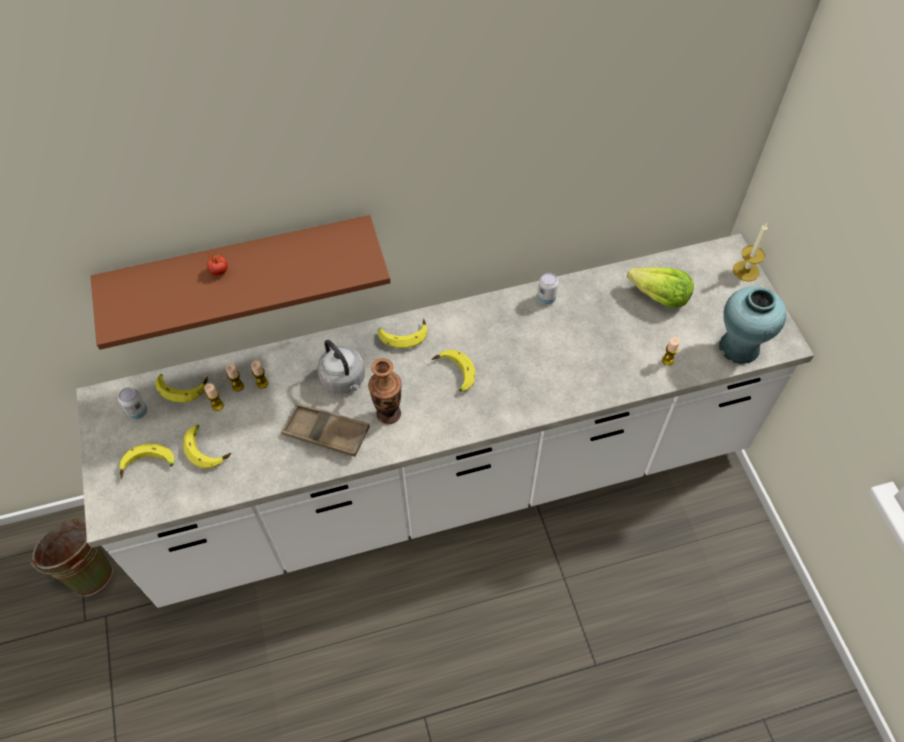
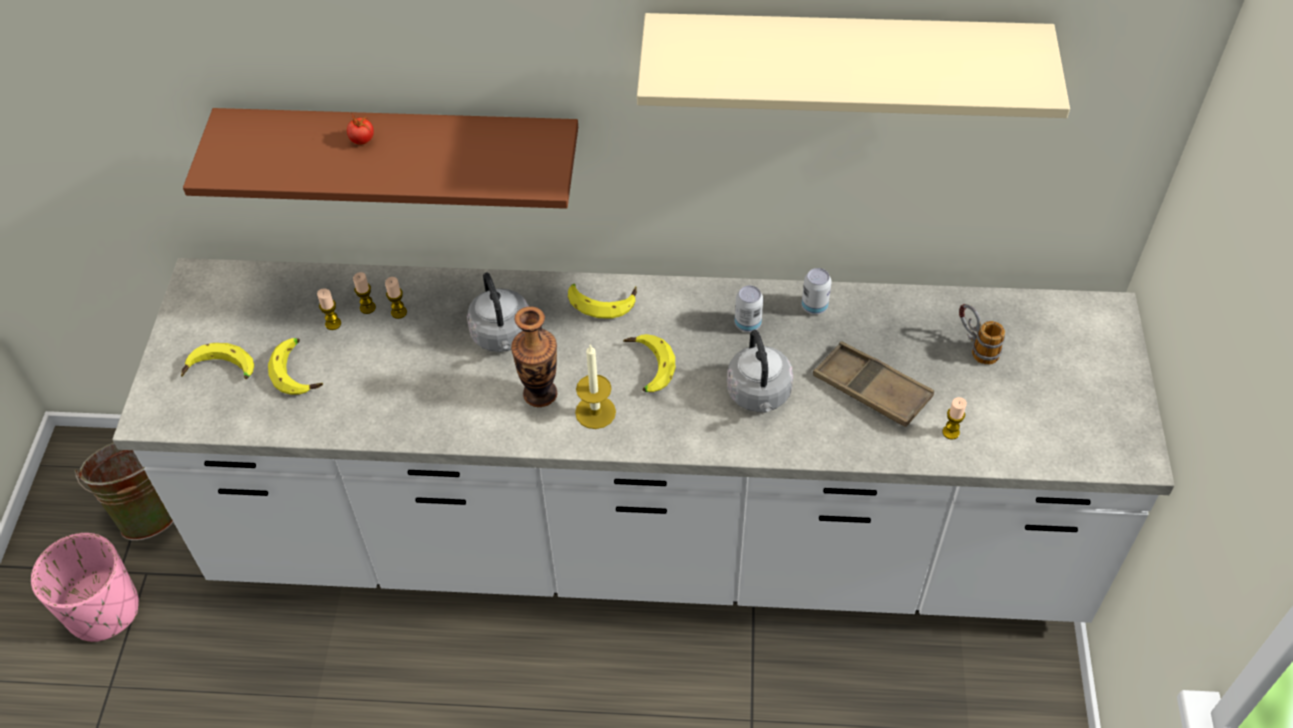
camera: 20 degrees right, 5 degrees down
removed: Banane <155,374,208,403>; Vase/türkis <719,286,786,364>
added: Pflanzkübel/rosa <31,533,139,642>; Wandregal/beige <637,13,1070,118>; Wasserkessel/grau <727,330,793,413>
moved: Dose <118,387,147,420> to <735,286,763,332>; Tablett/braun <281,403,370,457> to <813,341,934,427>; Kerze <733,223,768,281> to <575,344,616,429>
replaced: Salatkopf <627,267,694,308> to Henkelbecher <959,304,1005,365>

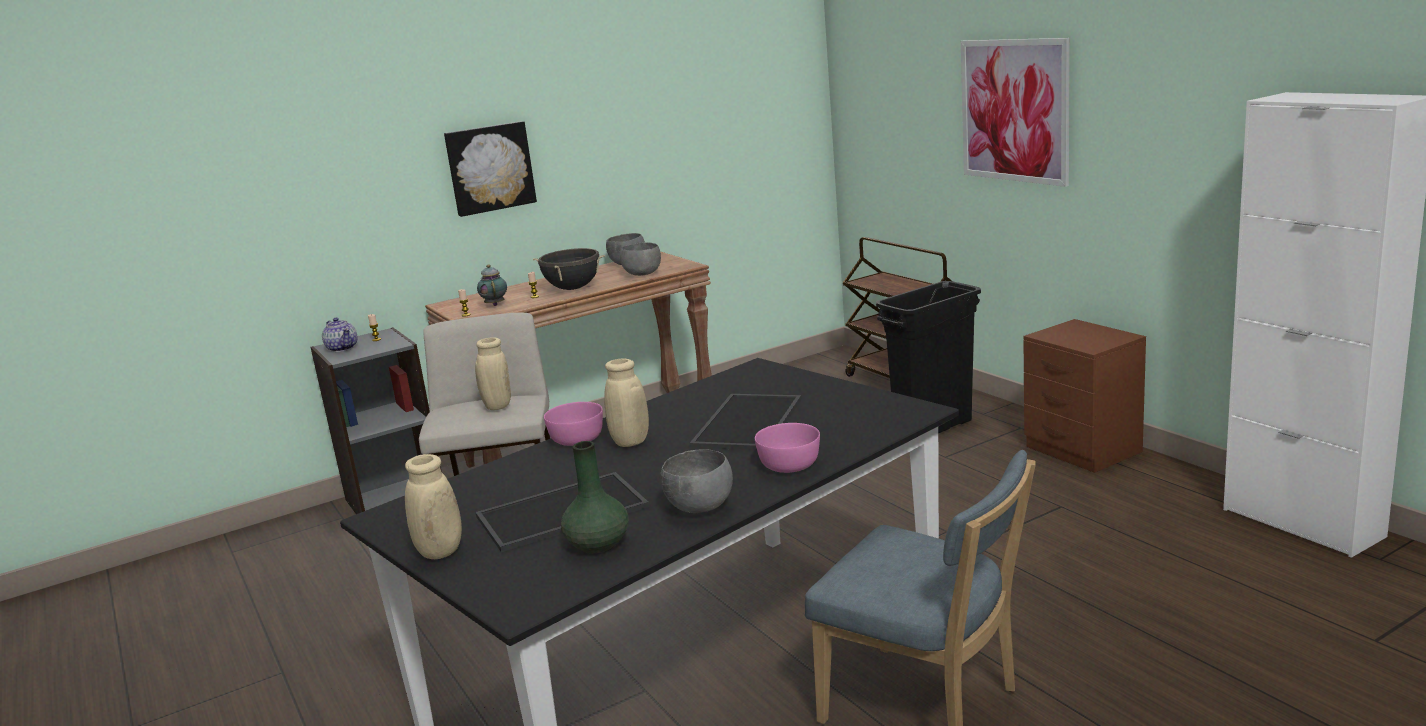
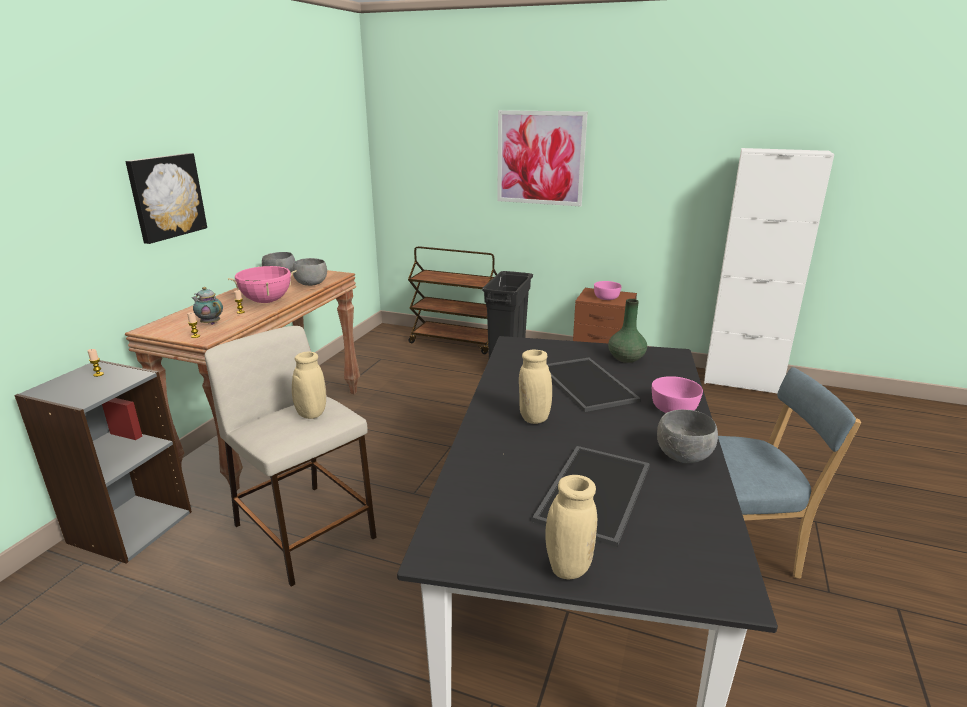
camera: 40 degrees left, 5 degrees up
removed: Teekanne <322,318,358,352>
moved: Schüssel/rosa <544,402,603,446> to <594,281,622,300>; Vase/grün <561,441,629,553> to <608,299,647,363>
recoloured: Kochtopf/schwarz <533,248,605,290> to Kochtopf/rosa <228,266,297,303>

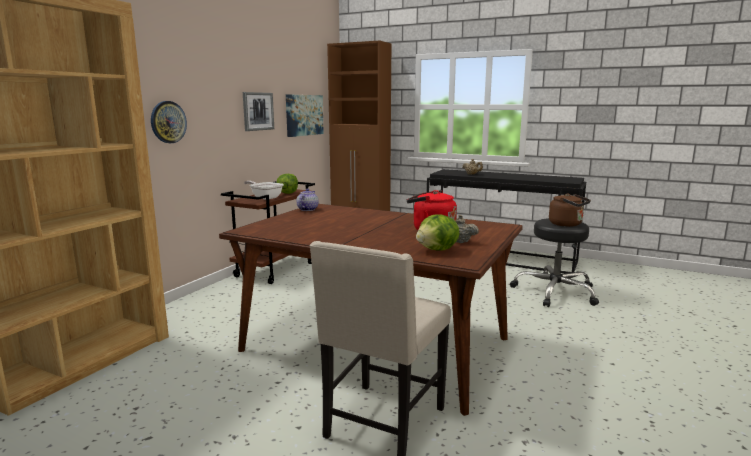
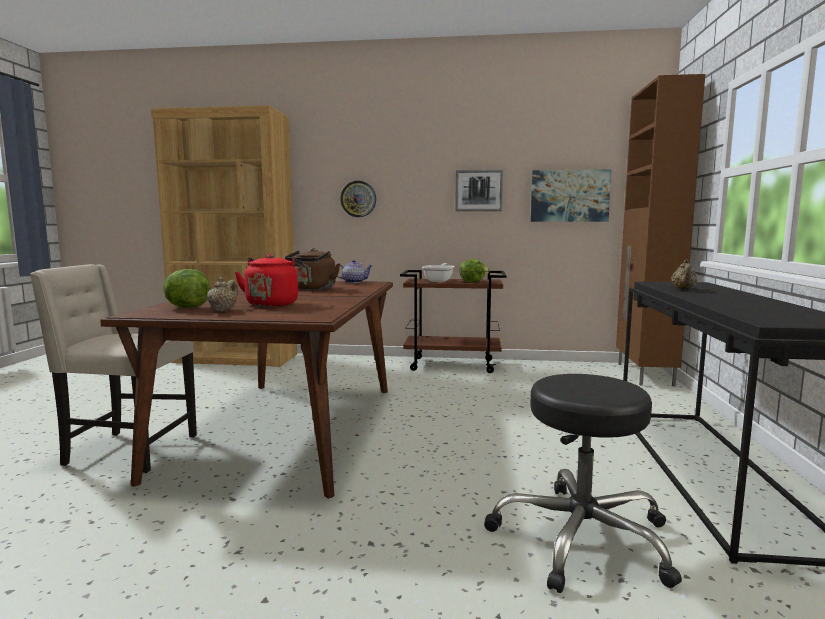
camera: 70 degrees right, 5 degrees down
moved: Wasserkessel/braun <549,194,591,227> to <285,248,340,290>

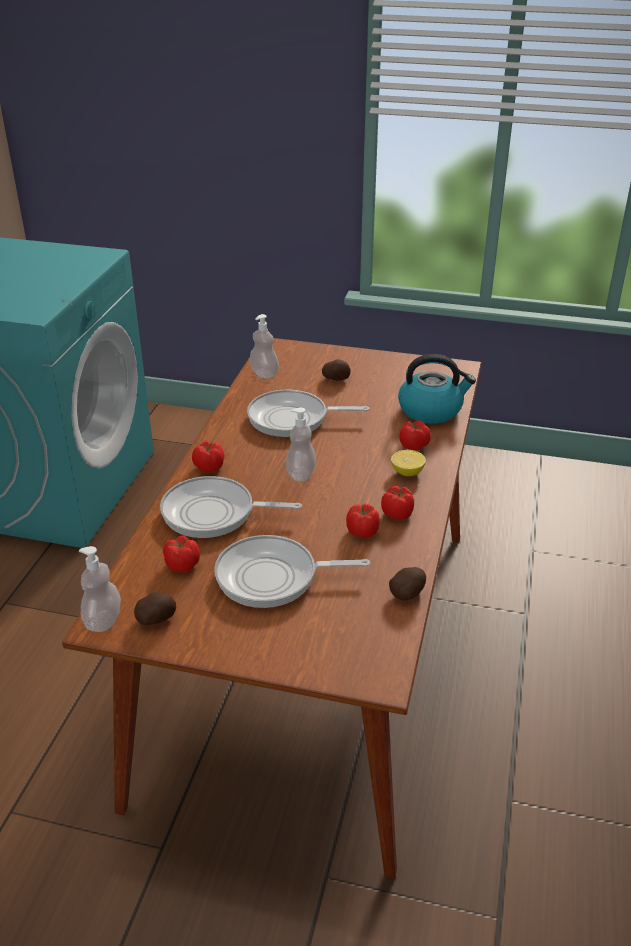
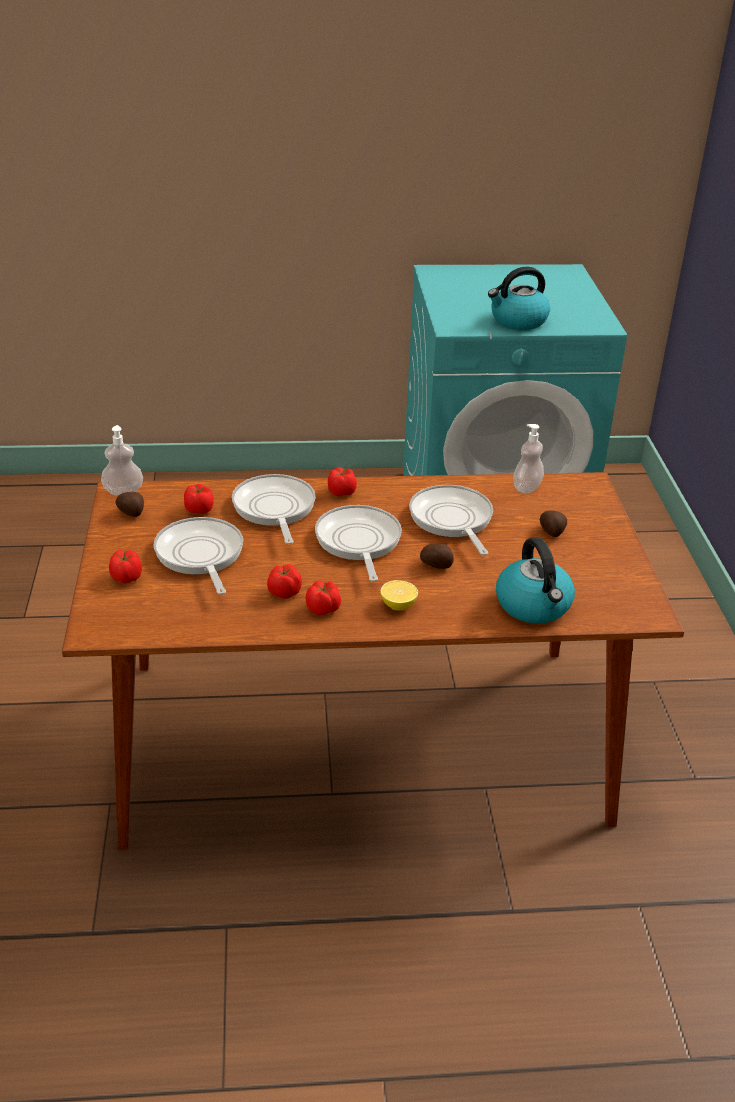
camera: 70 degrees right, 0 degrees up
added: Wasserkessel <488,267,550,330>
moved: Kartoffel <389,567,426,601> to <420,543,454,569>; Tomate <399,421,431,450> to <109,550,142,583>
replaced: Seifenspender <286,408,316,481> to Pfanne <315,505,402,582>

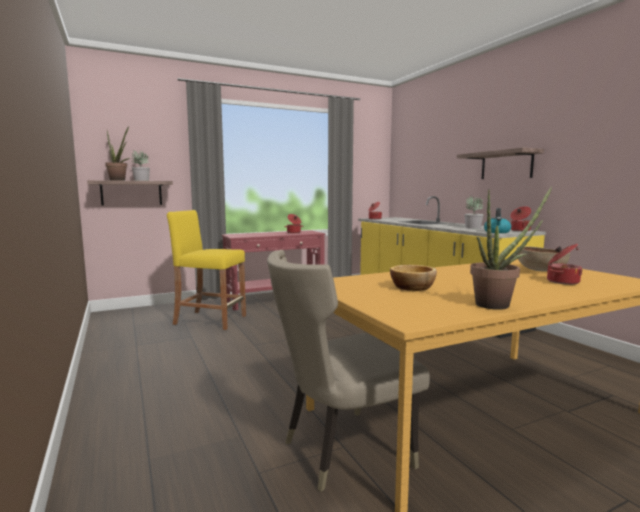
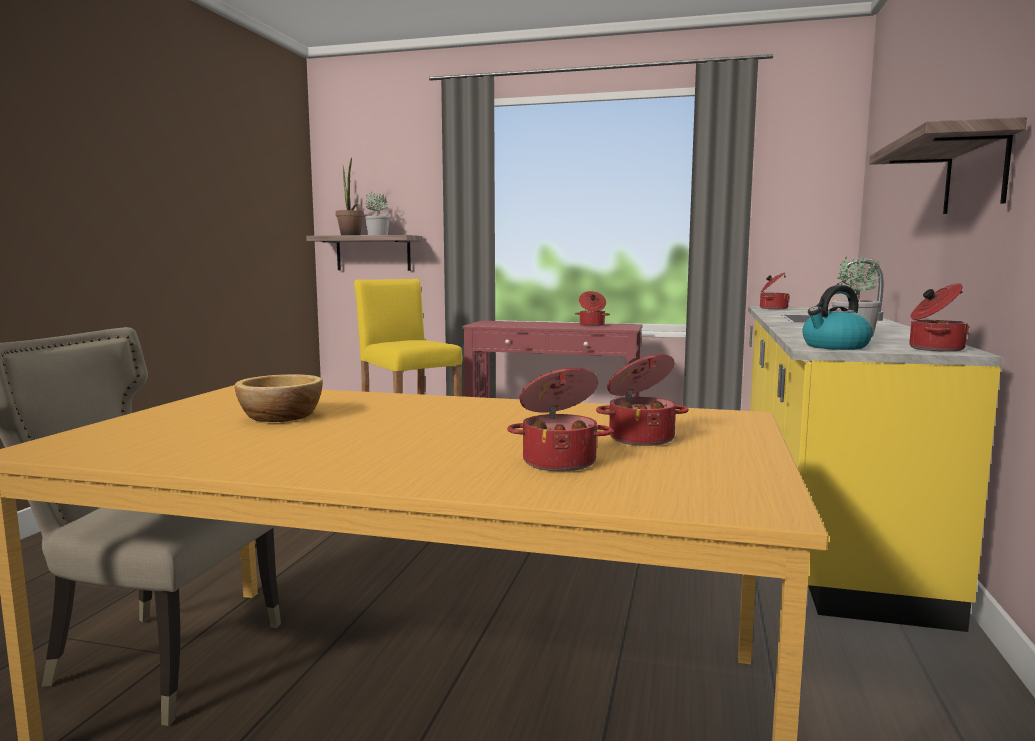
camera: 40 degrees right, 0 degrees up
removed: Topfpflanze <470,186,552,310>
replaced: Schüssel/braun <517,246,570,272> to Kochtopf <596,354,689,446>

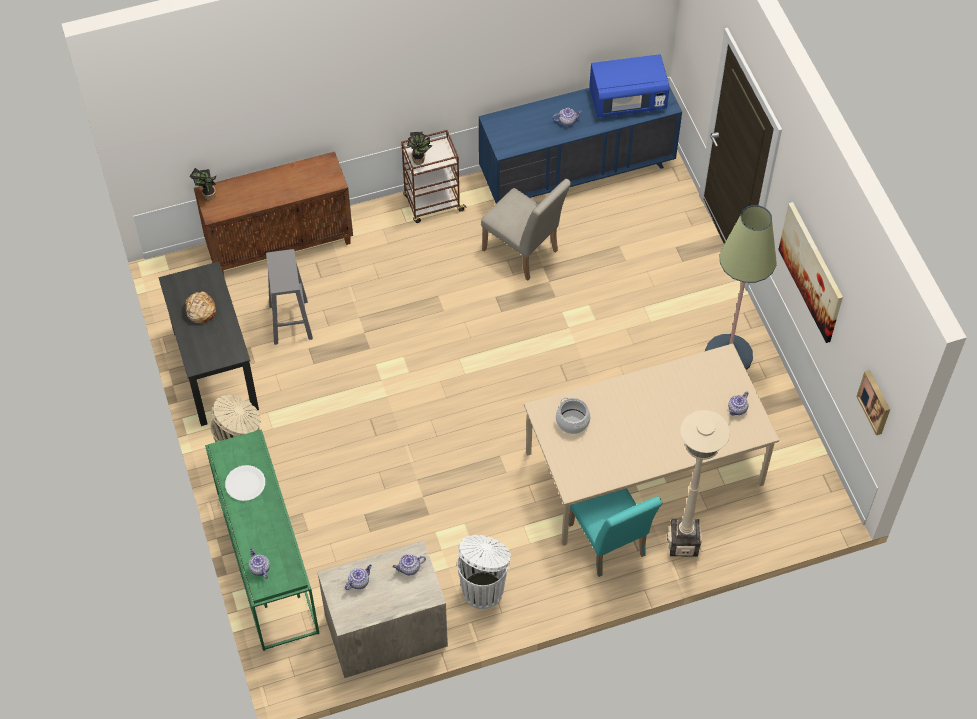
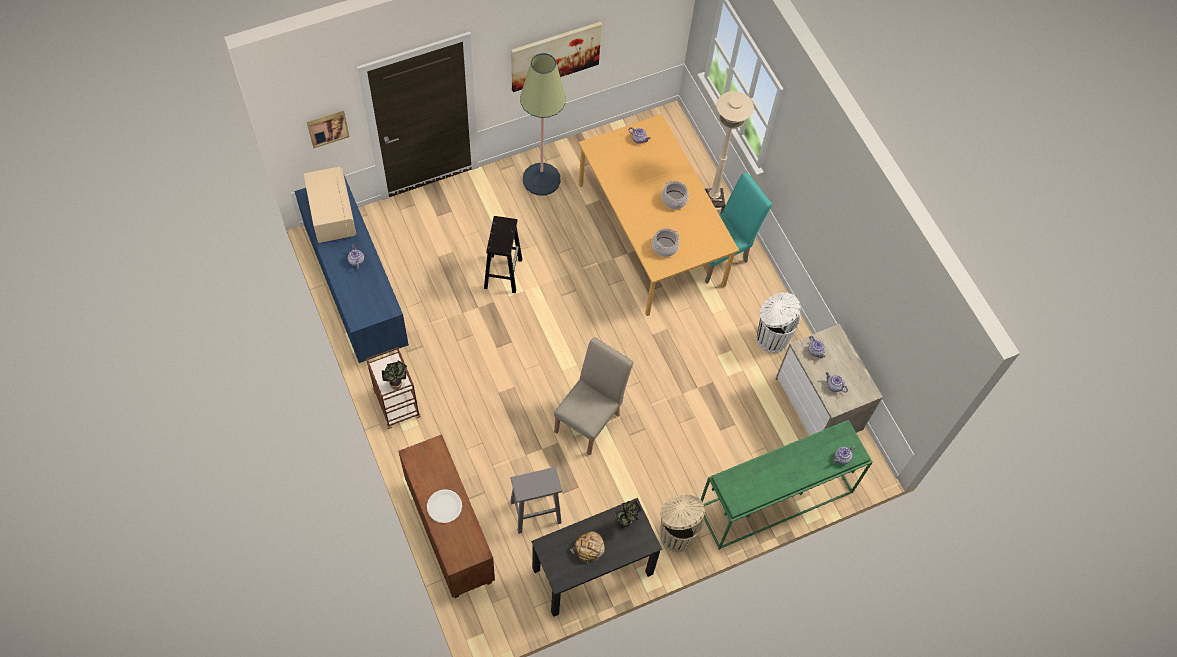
camera: 100 degrees left, 5 degrees up
added: Hocker/schwarz <484,216,522,293>; Kochtopf <661,181,689,209>
moved: Topfpflanze <189,168,216,201> to <615,500,642,526>; Teller/weiß <225,465,265,501> to <427,489,462,523>; Stuhl/beige <481,179,571,280> to <554,337,633,455>; Bild <856,370,890,435> to <307,111,350,148>
recoloured: Esstisch/beige <524,343,779,546> to Esstisch/orange <579,114,739,316>; Mikrowelle/blau <589,54,669,118> to Mikrowelle/beige <303,167,356,243>

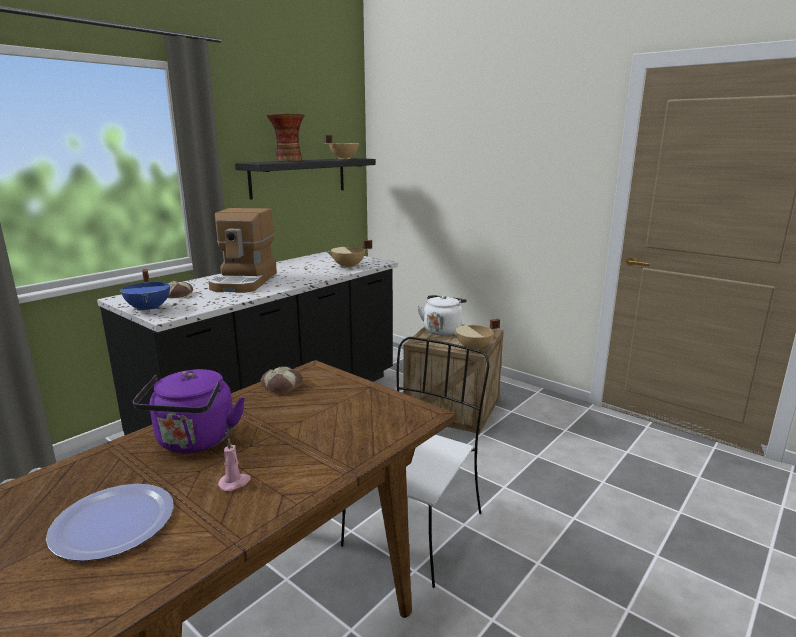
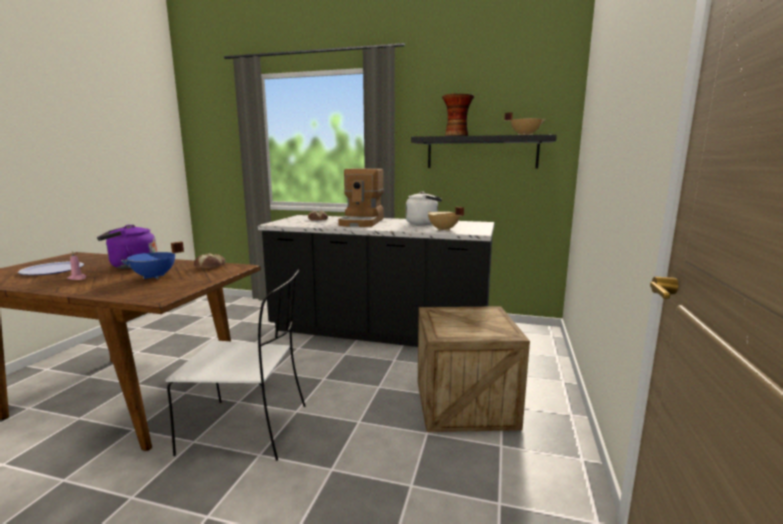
camera: 65 degrees right, 5 degrees down
removed: Kochtopf/beige <453,319,500,350>
moved: Kochtopf/blau <120,269,170,312> to <121,242,184,279>; Wasserkessel/weiß <417,295,467,335> to <406,191,442,225>
turned: Kaffeemaschine <209,208,277,293> = <338,169,384,227> 60 degrees counterclockwise

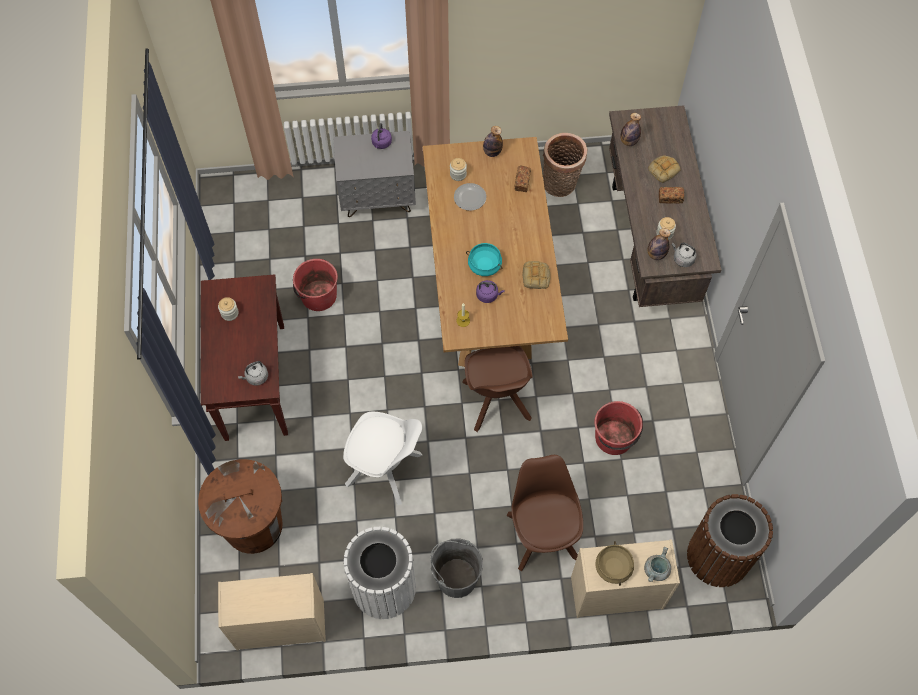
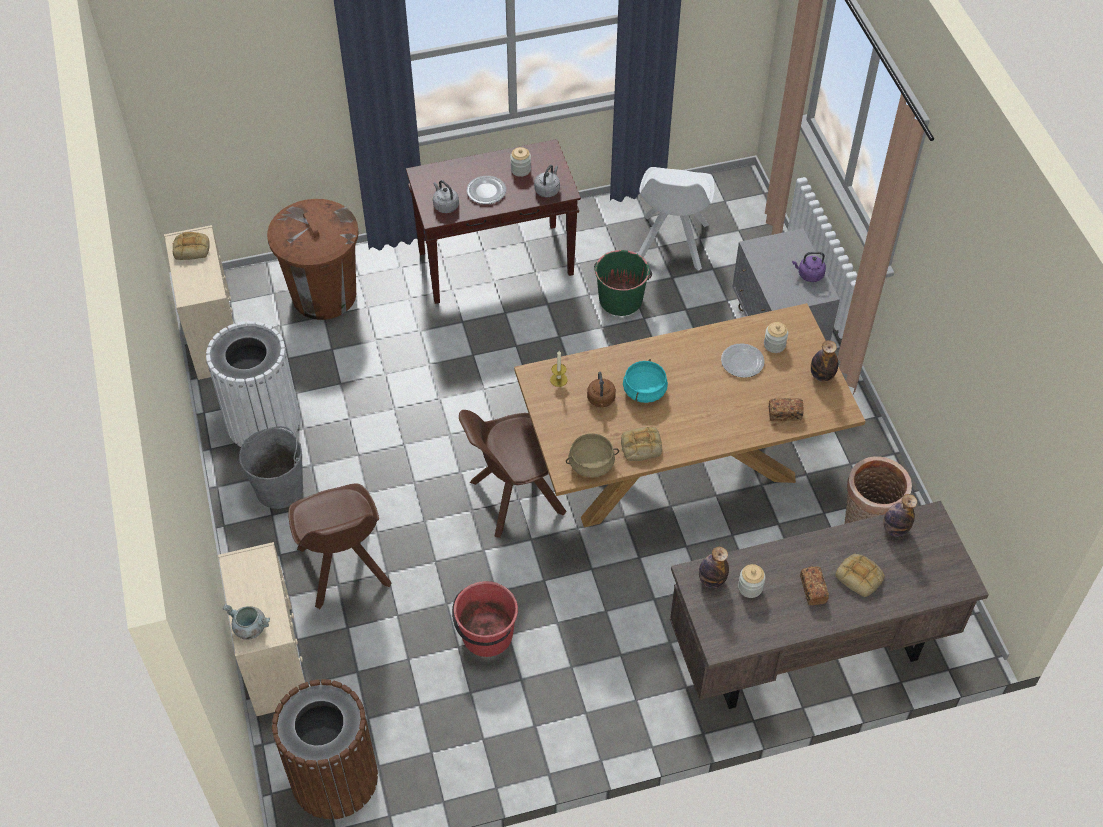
camera: 80 degrees right, 10 degrees down
added: Brot <173,232,210,260>; Teller <467,176,506,204>
moved: Stuhl/weiß <343,412,422,505> to <638,167,715,271>; Kochtopf/beige <595,541,634,586> to <566,433,619,478>; Wasserkessel/grau <672,242,696,267> to <534,165,560,197>
recoloured: Eimer/rot <293,259,338,311> to Eimer/grün <594,250,652,316>; Wasserkessel/lila <476,280,505,303> to Wasserkessel/braun <587,372,616,407>
turned: Stuhl/braun <507,455,583,572> = <288,484,392,609> 90 degrees clockwise

